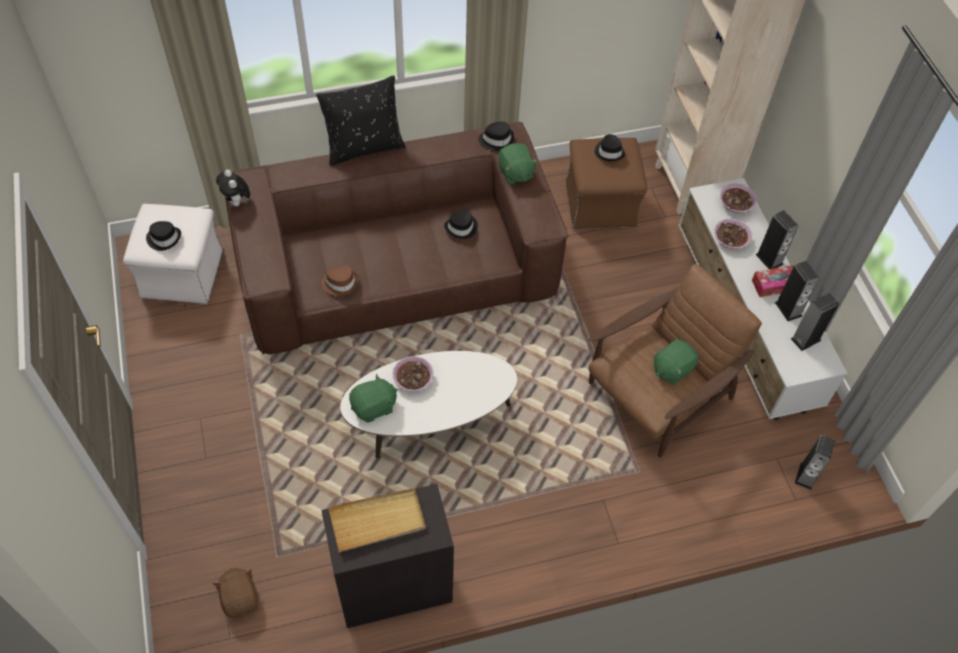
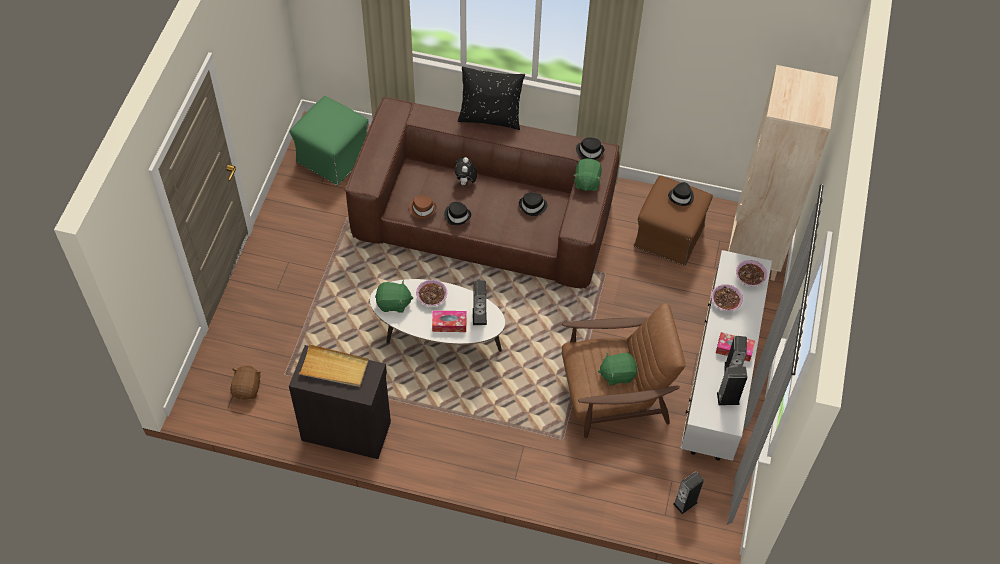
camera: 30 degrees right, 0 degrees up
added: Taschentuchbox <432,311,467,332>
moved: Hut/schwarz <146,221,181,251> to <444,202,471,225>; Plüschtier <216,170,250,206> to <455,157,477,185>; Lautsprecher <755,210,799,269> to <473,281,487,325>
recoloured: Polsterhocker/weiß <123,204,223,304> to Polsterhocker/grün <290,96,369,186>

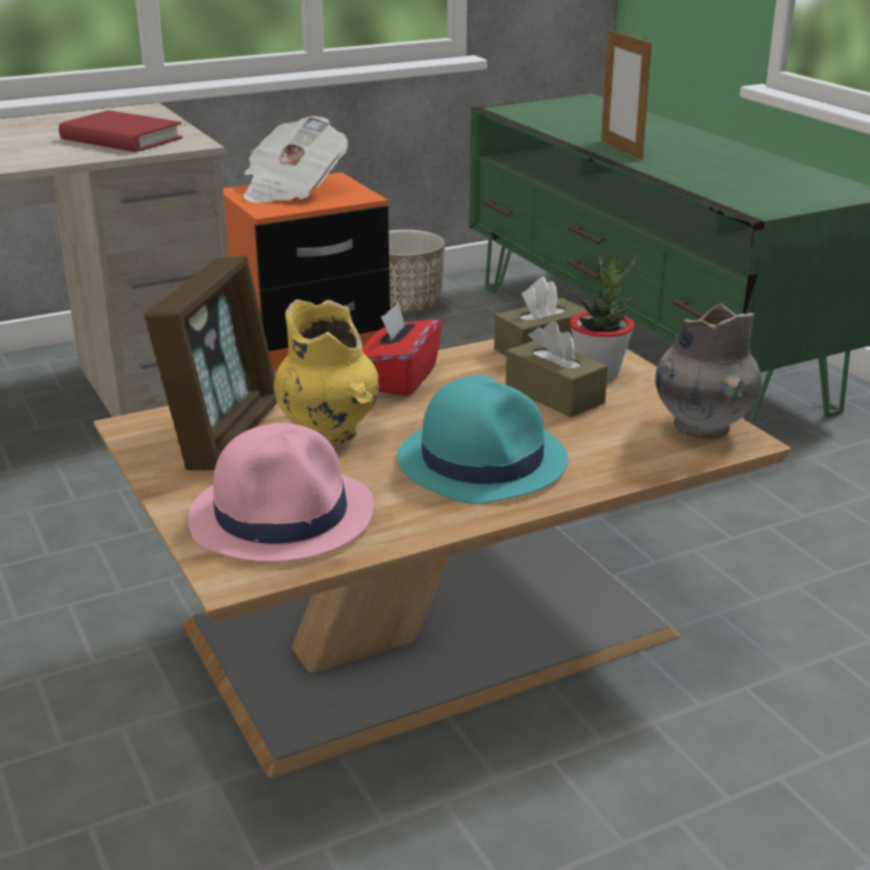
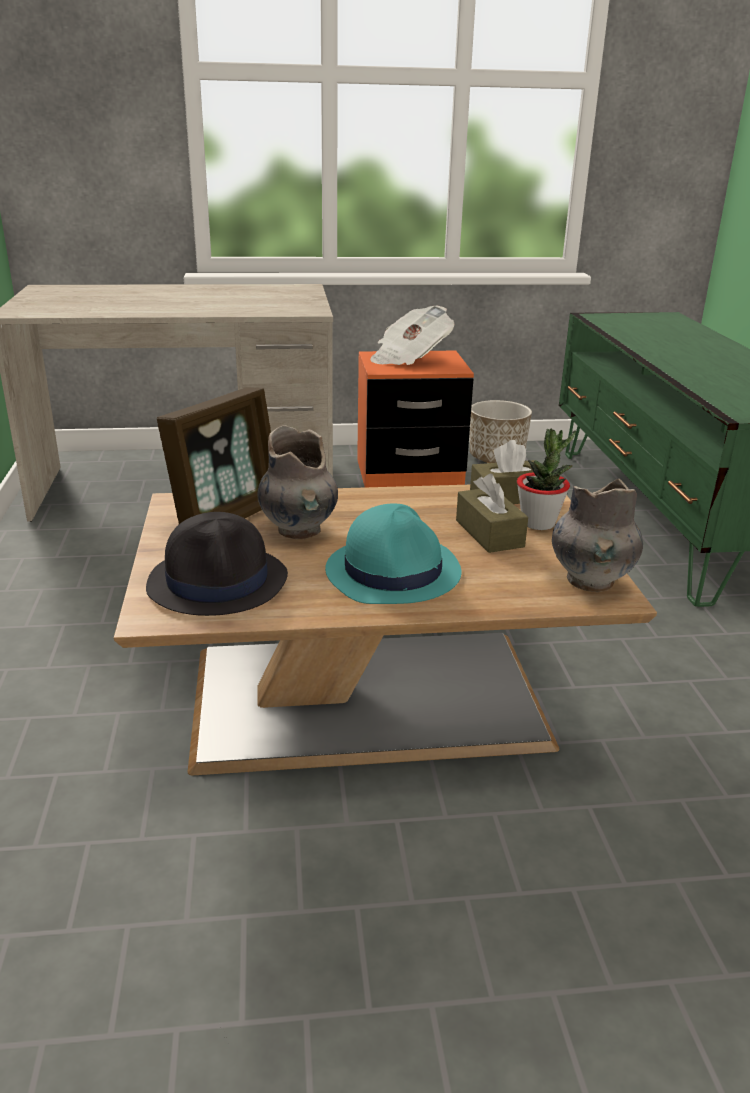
camera: 20 degrees right, 0 degrees up
removed: Buch/rot <59,110,183,152>; Taschentuchbox/rot <362,302,442,396>; Bilderrahmen <601,27,652,160>
recoloured: Hut/rosa <188,423,374,562> to Hut/schwarz <146,512,288,616>; Vase/gelb <274,299,379,445> to Vase/grau <257,425,338,540>

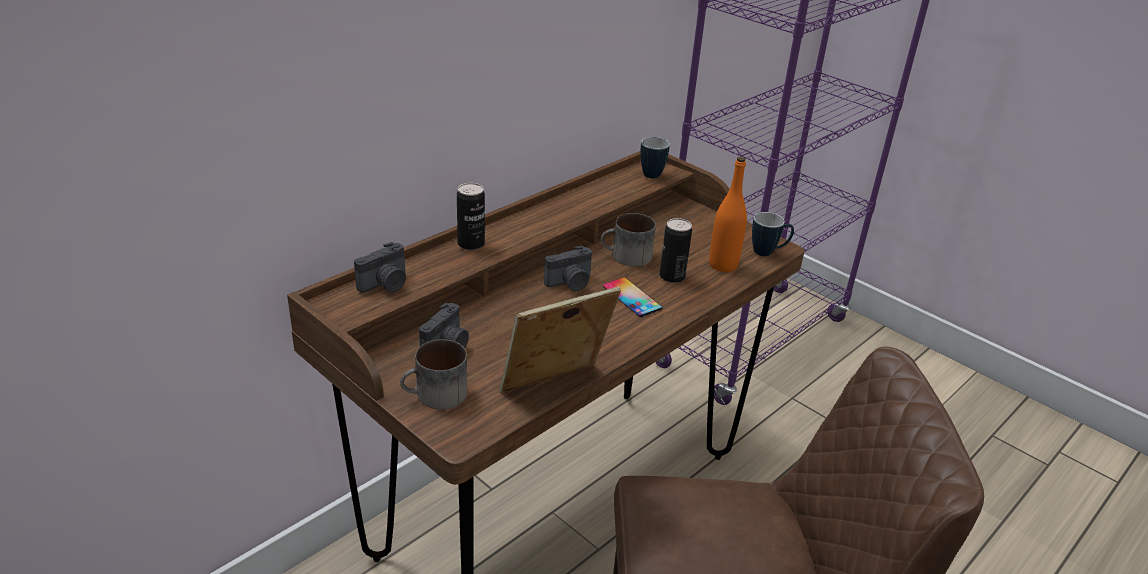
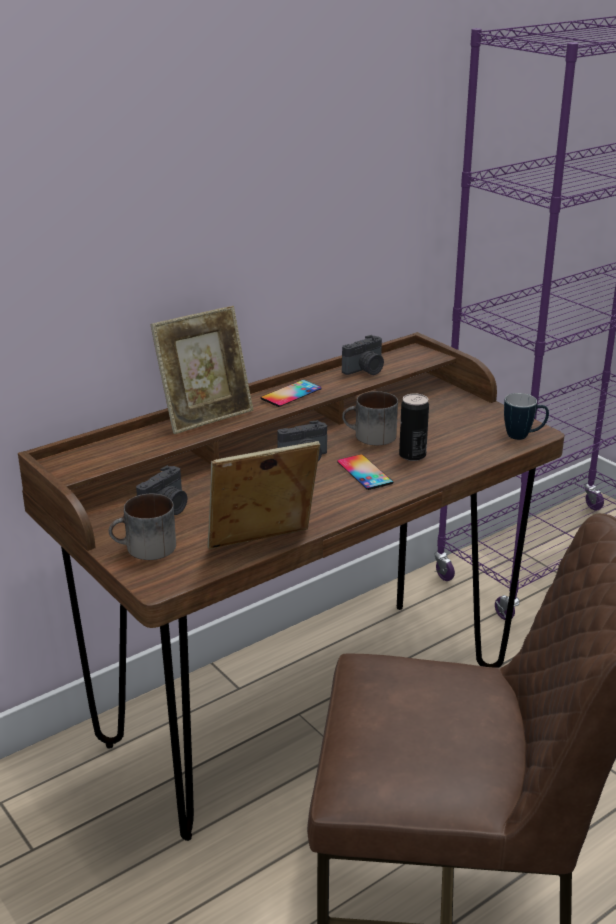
camera: 10 degrees right, 5 degrees down
removed: Henkelbecher <641,137,670,178>; Flasche/orange <709,157,747,272>
added: Handy <261,380,321,407>
moved: Kamera <354,242,406,293> to <342,335,384,375>
replaced: Dose <457,183,485,250> to Bilderrahmen <151,306,253,434>

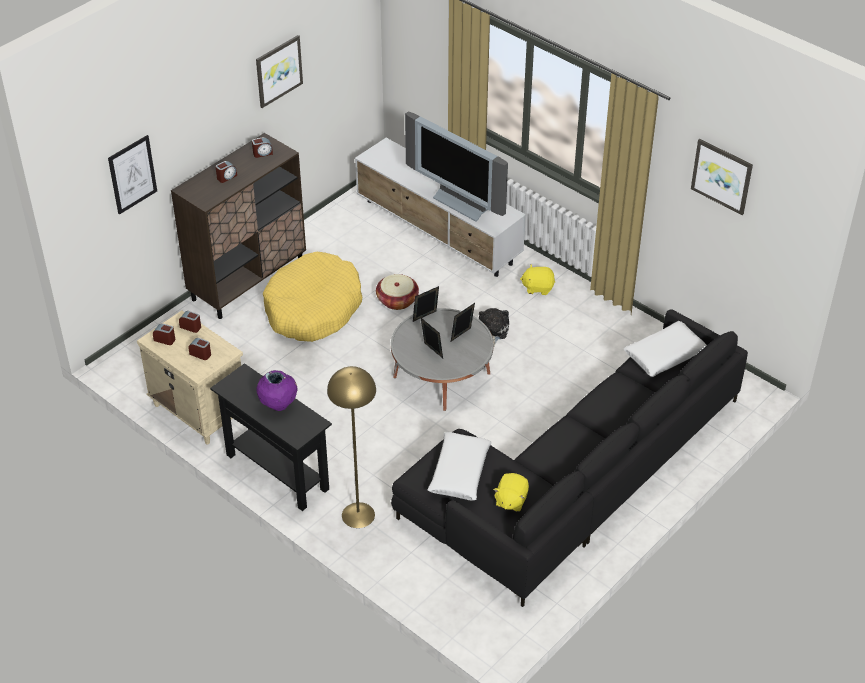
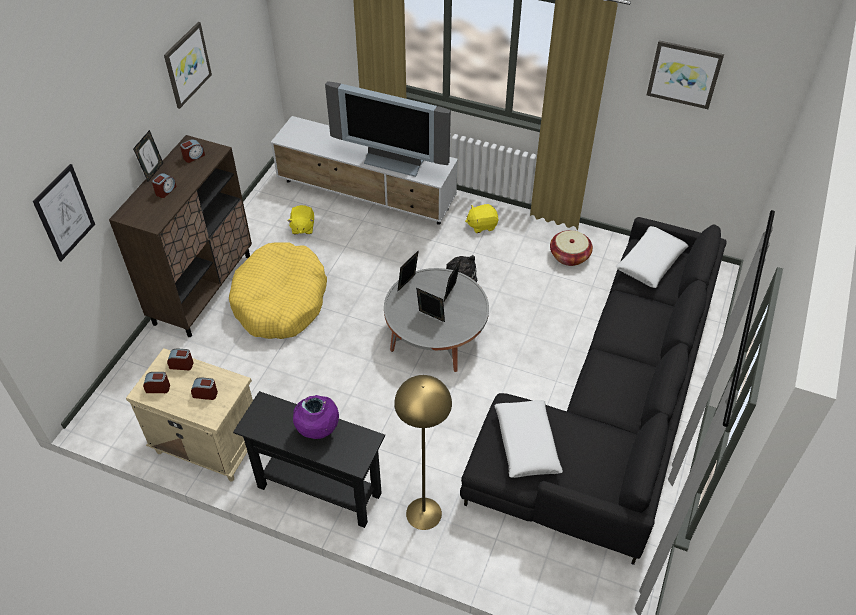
camera: 20 degrees left, 5 degrees up
added: Bilderrahmen <133,130,163,181>
moved: Korb <376,274,419,310> to <550,230,593,266>; Plüschtier/gelb <493,473,529,512> to <287,205,314,234>

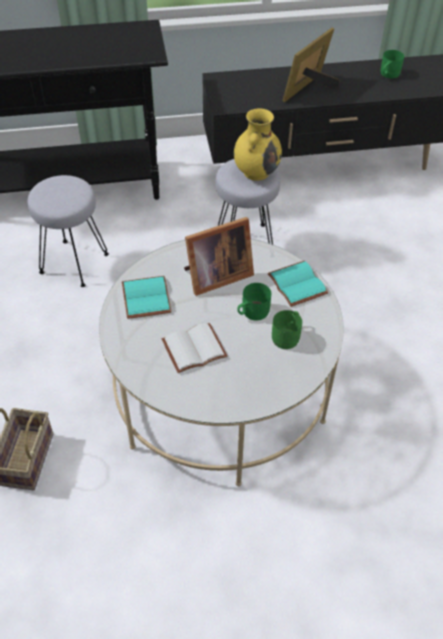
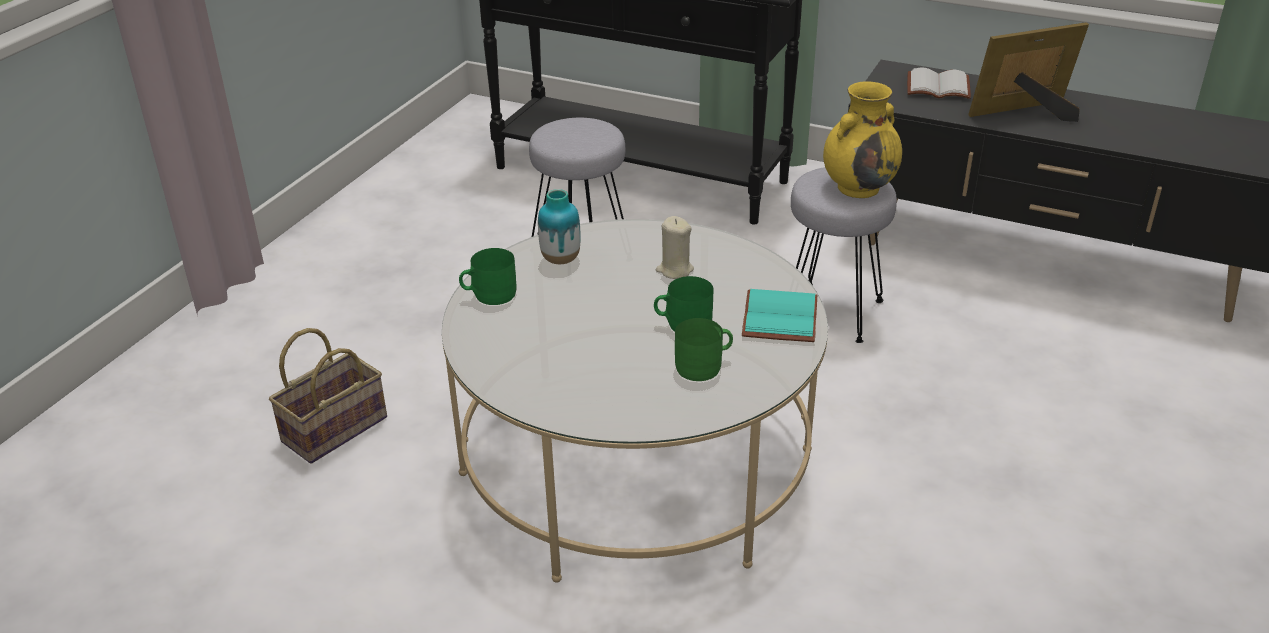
camera: 35 degrees right, 15 degrees down
moved: Buch/weiß <162,323,227,373> to <907,68,971,99>; Henkelbecher/grün <380,50,404,78> to <459,248,516,305>
replaced: Buch/türkis <122,276,171,319> to Vase <538,189,581,264>; Bilderrahmen <184,217,254,296> to Kerze/beige <656,216,694,279>

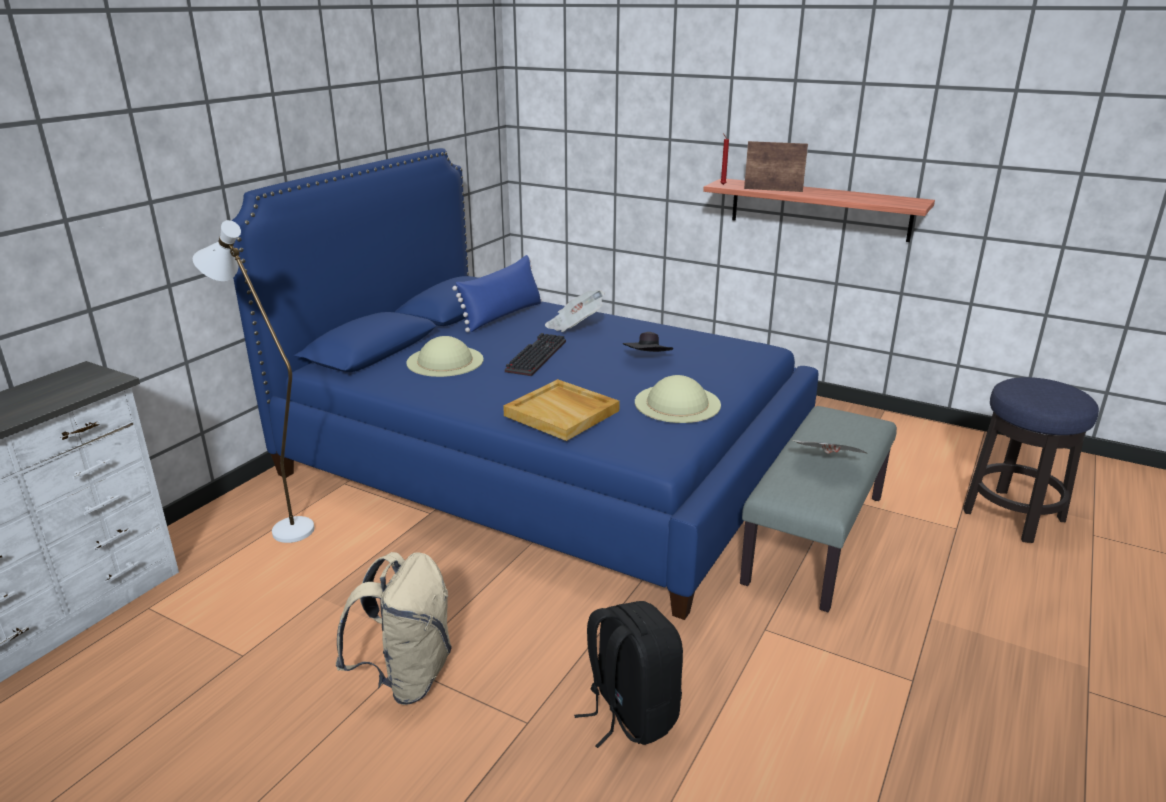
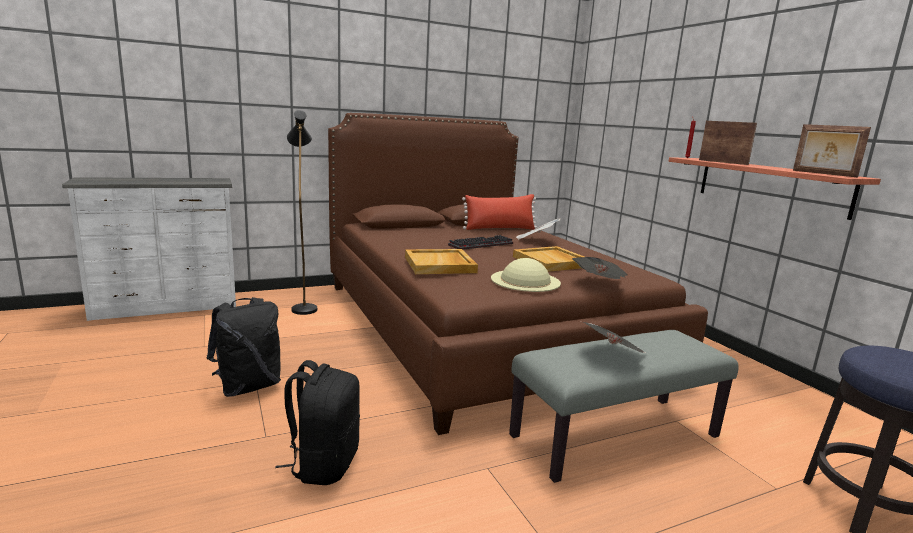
camera: 35 degrees right, 10 degrees down
removed: Hut/beige <406,336,484,377>
added: Zeitung <572,257,628,279>; Bilderrahmen <793,124,871,178>
replaced: Hut/schwarz <623,332,673,352> to Tablett/beige <513,246,584,272>
recoloured: Stehlampe/weiß <193,220,314,543> to Stehlampe/schwarz <287,110,317,315>; Bett/blau <232,148,819,620> to Bett/braun <328,113,708,435>; Rucksack/beige <336,552,452,705> to Rucksack/schwarz <207,297,281,397>; Kissen/blau <452,255,542,332> to Kissen/rot <462,194,537,230>

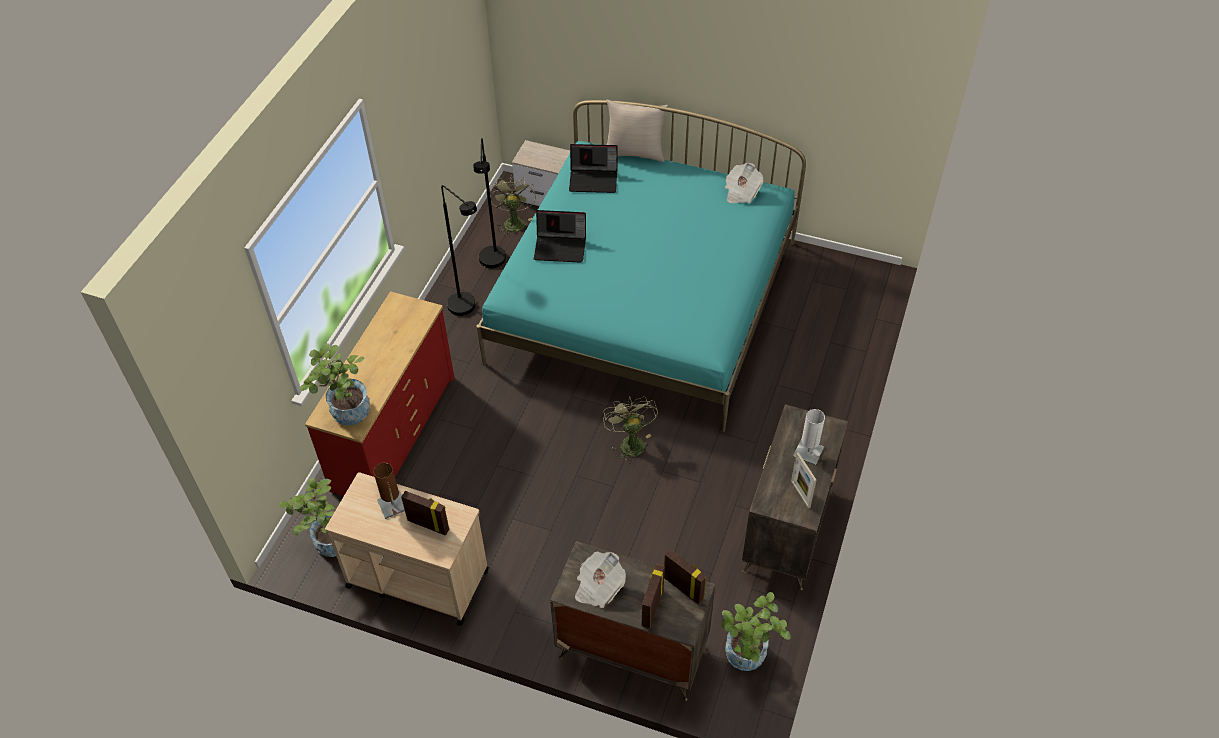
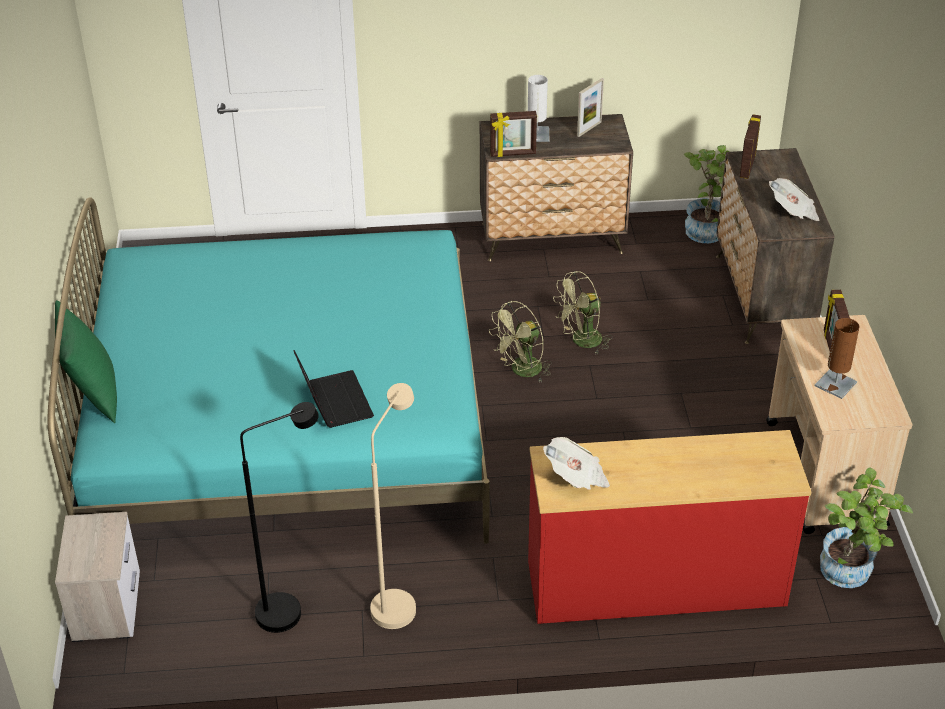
camera: 115 degrees left, 10 degrees down
removed: Topfpflanze <300,343,370,425>; Laptop <569,144,618,193>
moved: Ventilator/grün <489,175,536,237> to <553,271,612,354>; Bilderrahmen <642,564,665,629> to <490,111,537,157>; Zeitung <725,163,763,203> to <543,437,610,490>
recoloured: Stehlampe/schwarz <441,185,477,316> to Stehlampe/beige <370,383,416,629>; Kissen/beige <606,100,668,162> to Kissen/grün <55,300,117,423>

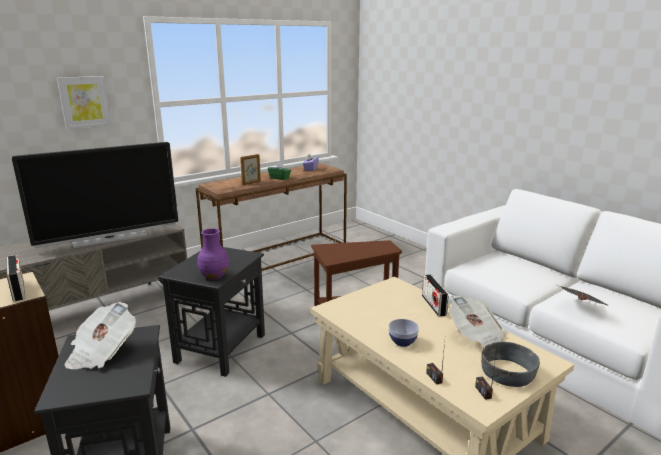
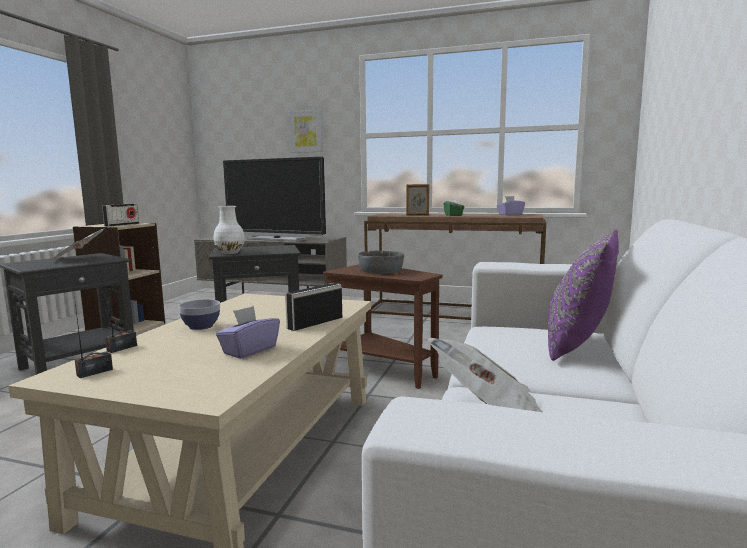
camera: 55 degrees right, 10 degrees down
added: Kissen/lila <548,229,619,361>
moved: Schüssel/grau <481,342,540,387> to <358,251,404,274>
replaced: Zeitung <449,296,506,347> to Taschentuchbox/lila <216,306,280,359>
recoloured: Vase/lila <197,228,229,280> to Vase/weiß <214,206,245,254>

